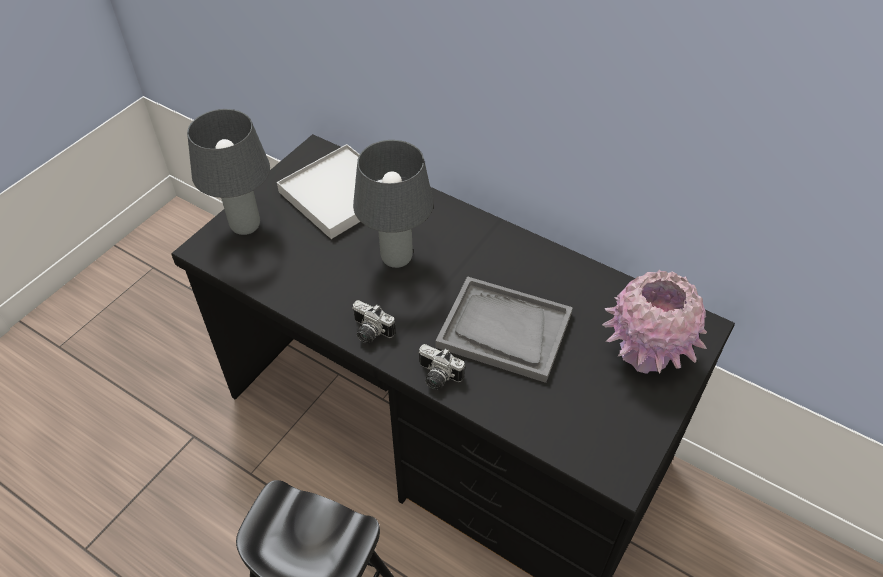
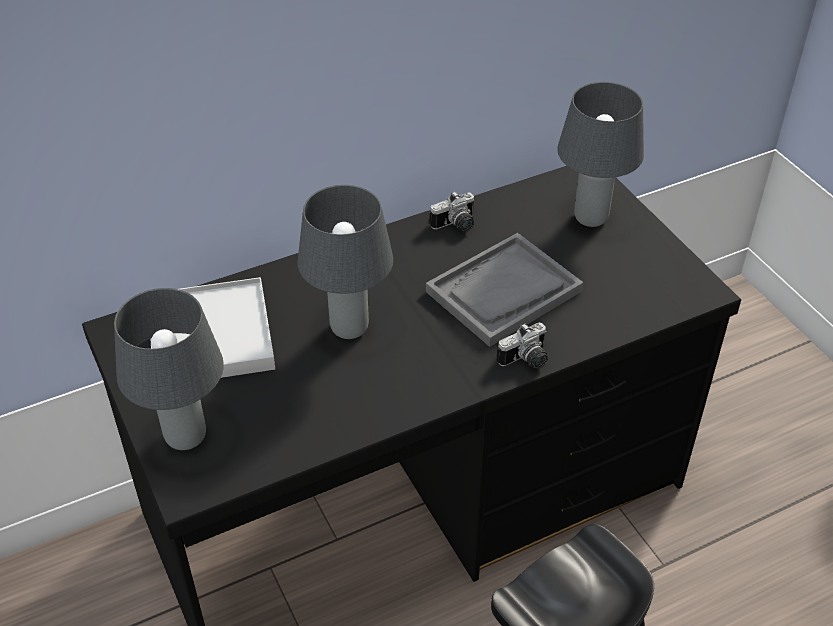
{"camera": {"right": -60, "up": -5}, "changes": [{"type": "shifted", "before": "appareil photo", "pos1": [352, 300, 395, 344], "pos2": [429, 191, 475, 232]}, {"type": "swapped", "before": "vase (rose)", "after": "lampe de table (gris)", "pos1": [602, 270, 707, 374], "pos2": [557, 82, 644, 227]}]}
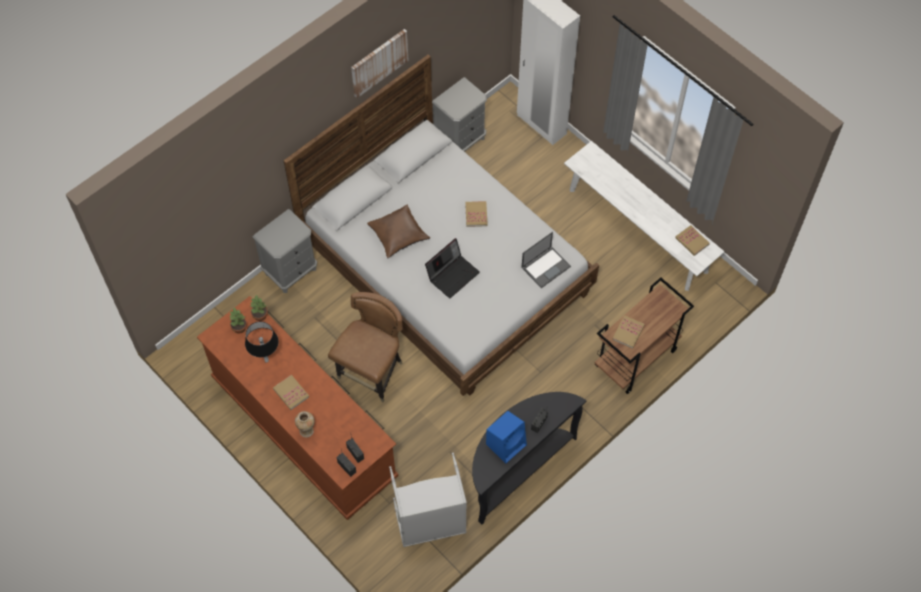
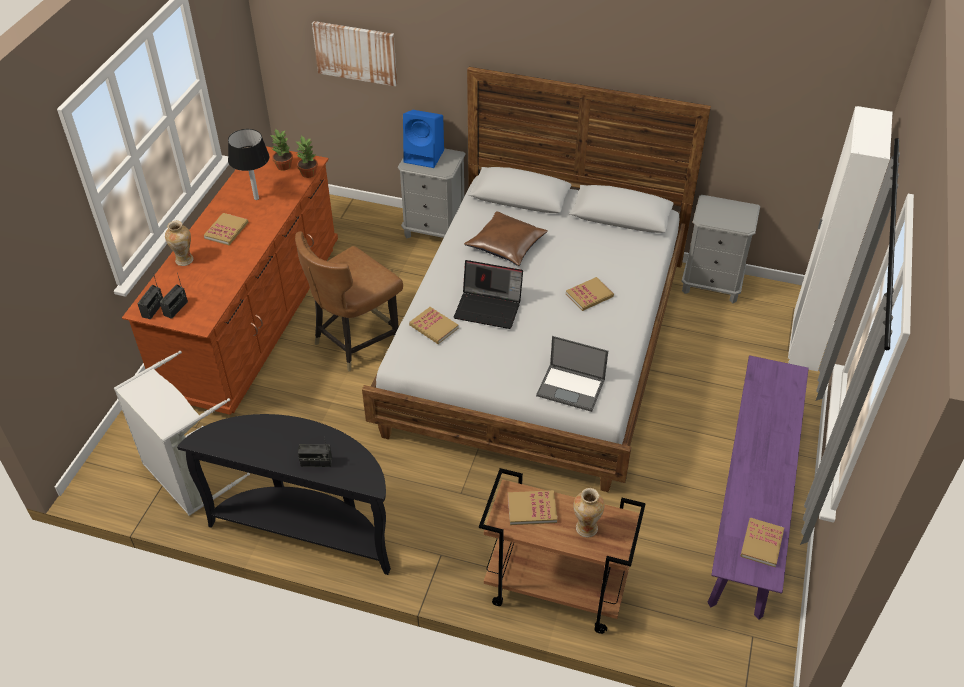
{"camera": {"right": 60, "up": -15}, "changes": [{"type": "rotated", "before": "chaise (marron)", "pos1": [328, 292, 403, 402], "pos2": [295, 231, 403, 371], "turn": 135}, {"type": "shifted", "before": "tableau", "pos1": [351, 29, 409, 98], "pos2": [312, 21, 397, 86]}, {"type": "shifted", "before": "enceinte (bleu)", "pos1": [486, 411, 527, 464], "pos2": [403, 110, 444, 168]}, {"type": "repainted", "before": "banc (blanc)", "after": "banc (violet)", "pos1": [564, 141, 725, 291], "pos2": [708, 355, 809, 620]}, {"type": "new", "after": "livre", "pos2": [409, 307, 459, 344]}, {"type": "new", "after": "vase", "pos2": [573, 488, 604, 537]}]}
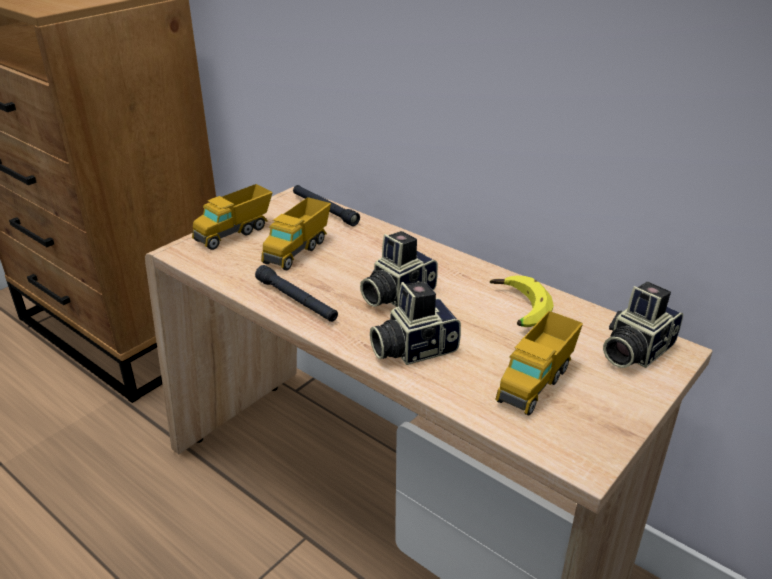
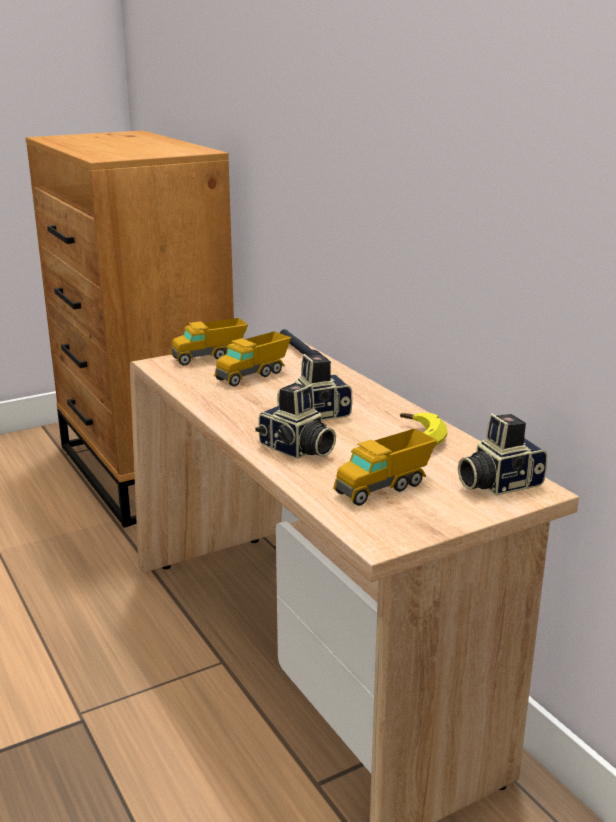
{"camera": {"right": 20, "up": -10}, "changes": [{"type": "gone", "before": "lampe de poche (noir)", "pos1": [255, 265, 338, 322]}, {"type": "rotated", "before": "appareil photo", "pos1": [370, 281, 461, 365], "pos2": [255, 383, 336, 459], "turn": -135}]}
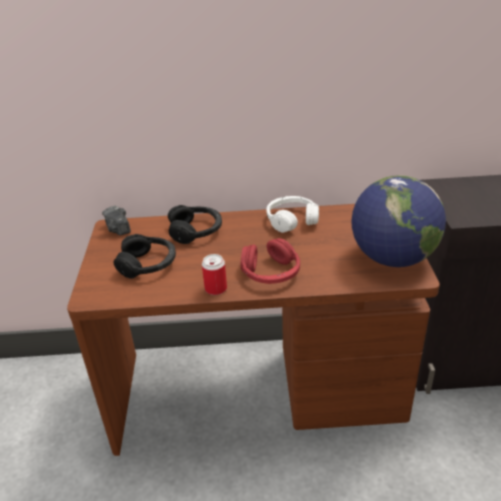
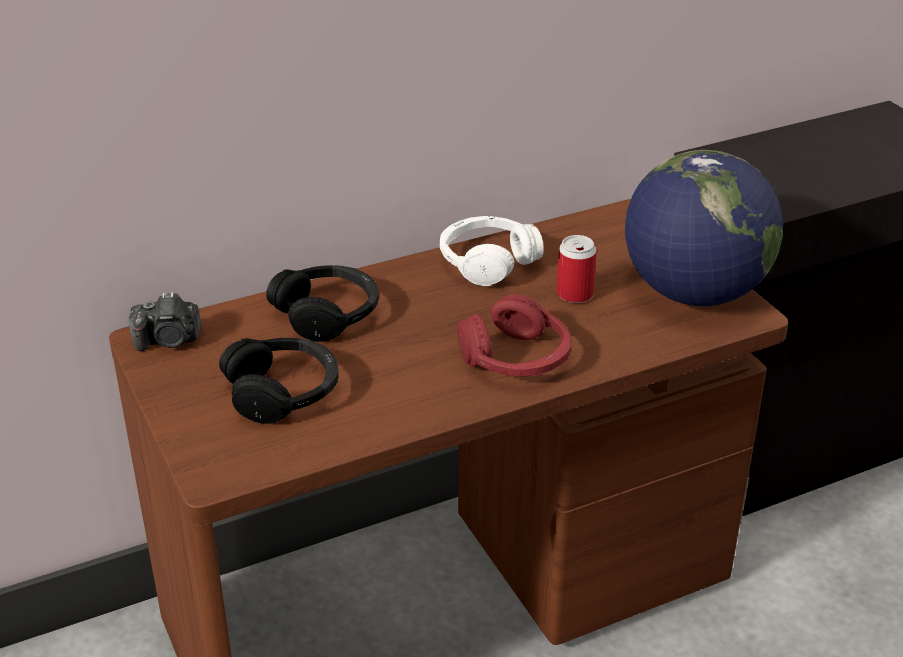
{"camera": {"right": -25, "up": 0}, "changes": [{"type": "rotated", "before": "appareil photo", "pos1": [102, 206, 131, 235], "pos2": [129, 292, 201, 351], "turn": -45}, {"type": "shifted", "before": "boîte métallique", "pos1": [202, 254, 227, 295], "pos2": [557, 235, 597, 303]}]}
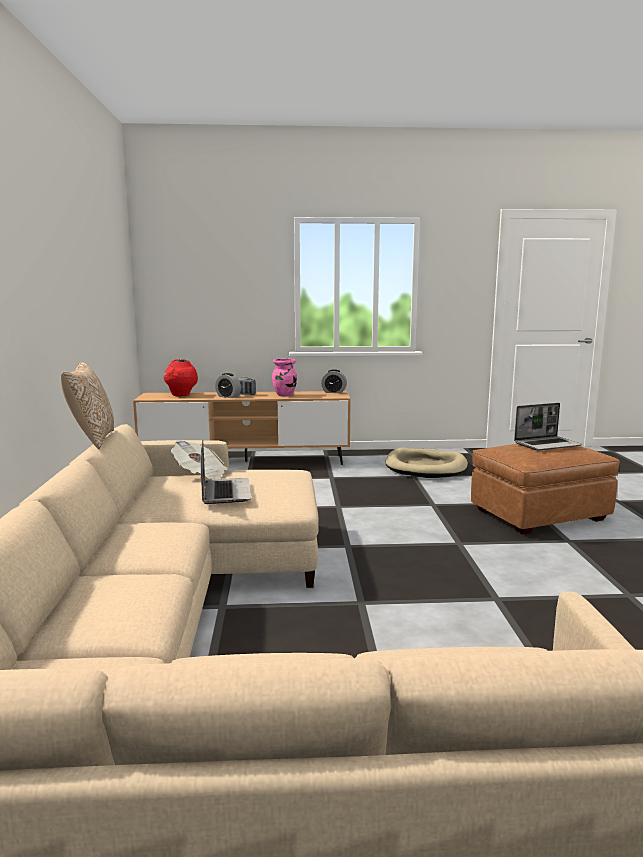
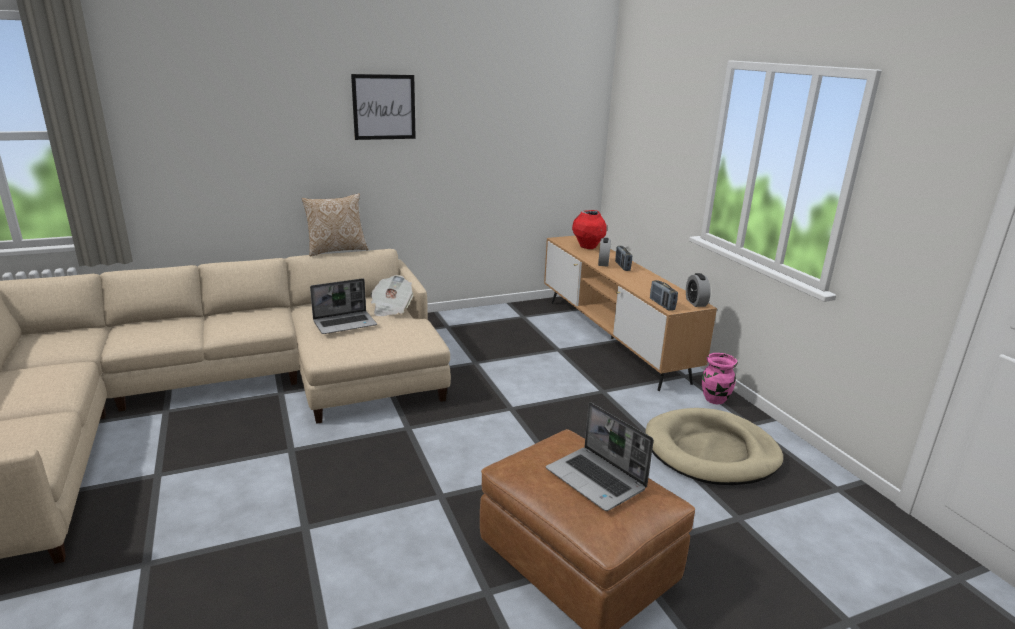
{"camera": {"right": 70, "up": 10}, "changes": [{"type": "shifted", "before": "vase (rose)", "pos1": [272, 359, 297, 396], "pos2": [702, 353, 738, 404]}, {"type": "new", "after": "tableau", "pos2": [351, 74, 416, 140]}, {"type": "new", "after": "radio", "pos2": [650, 280, 678, 311]}]}
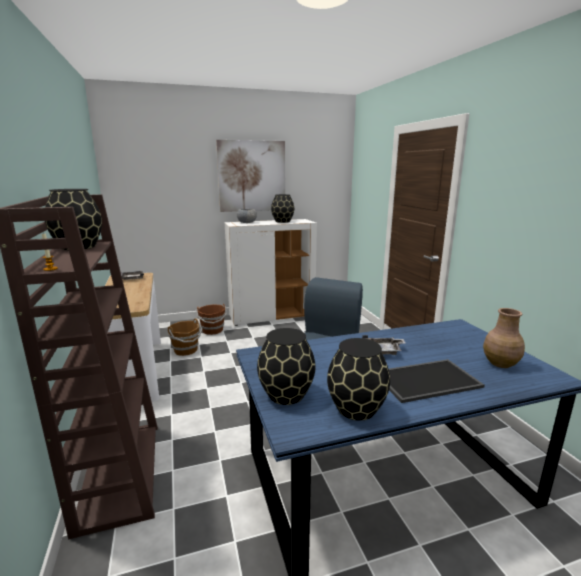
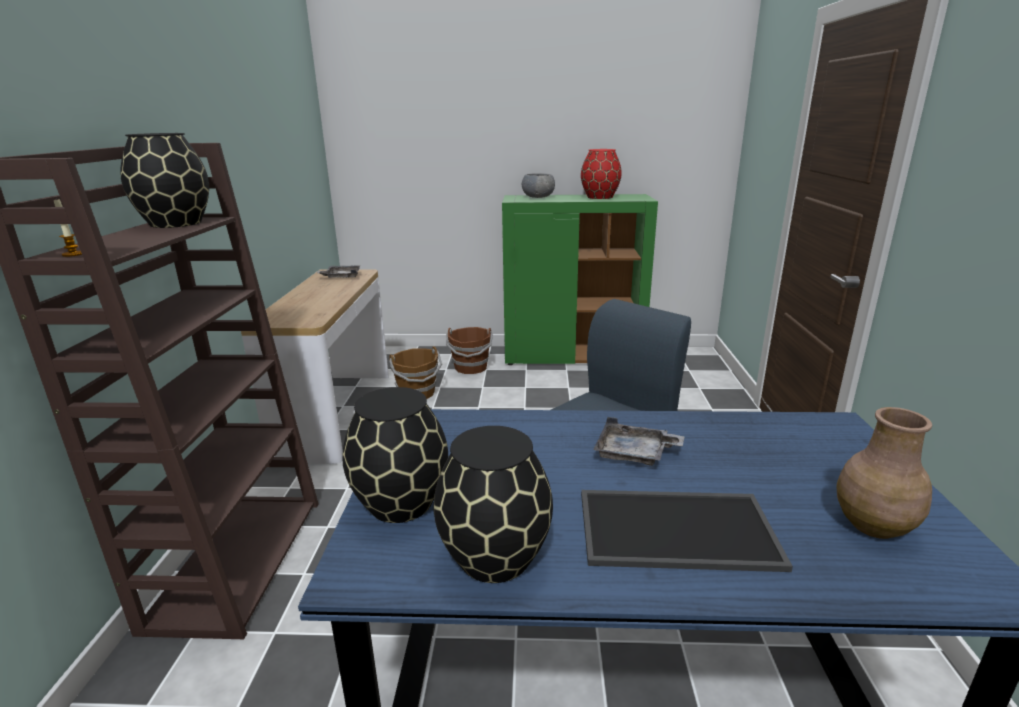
{"camera": {"right": 20, "up": 5}, "changes": [{"type": "gone", "before": "tableau", "pos1": [216, 140, 285, 212]}, {"type": "repainted", "before": "meuble de rangement (blanc)", "after": "meuble de rangement (vert)", "pos1": [225, 219, 317, 326], "pos2": [502, 194, 658, 365]}, {"type": "repainted", "before": "vase (noir)", "after": "vase (rouge)", "pos1": [271, 194, 294, 223], "pos2": [581, 149, 622, 199]}]}
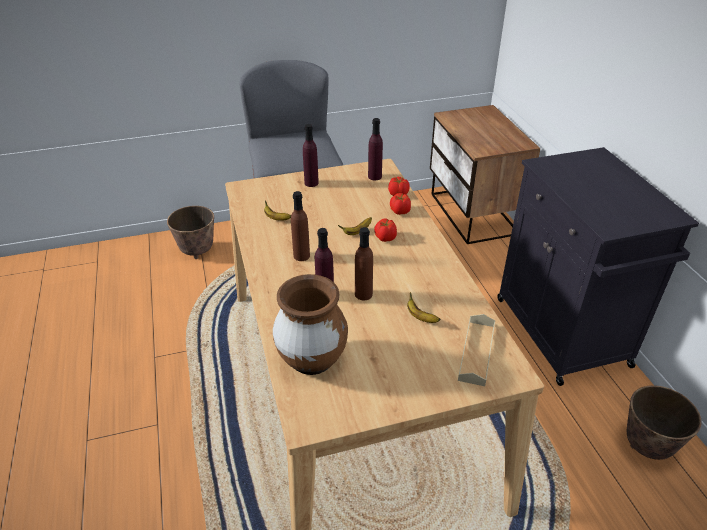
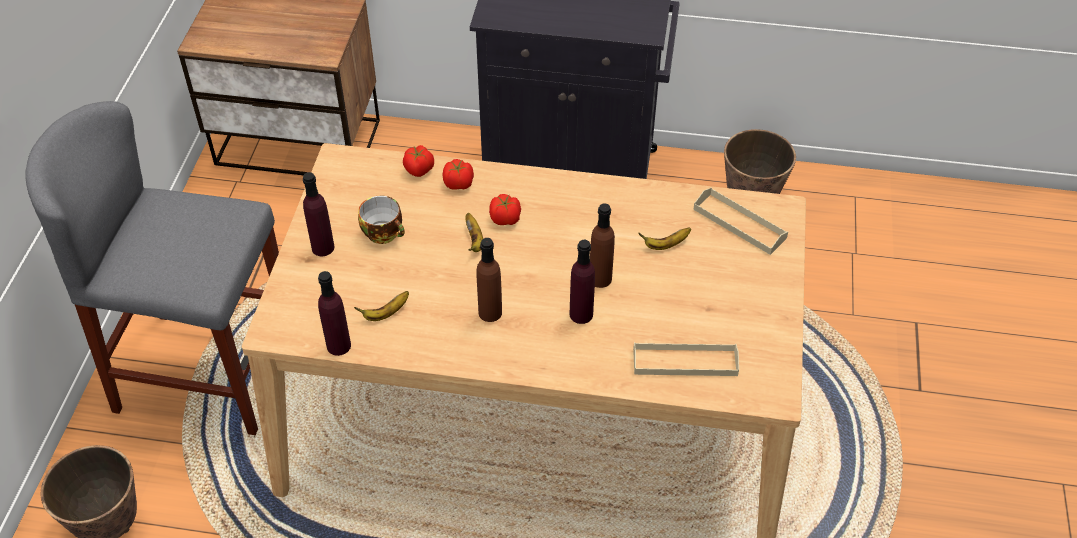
{"camera": {"right": -65, "up": 10}, "changes": [{"type": "swapped", "before": "vase (marron)", "after": "plateau (beige)", "pos1": [273, 274, 348, 375], "pos2": [633, 342, 739, 376]}, {"type": "shifted", "before": "bouteille (violet)", "pos1": [368, 118, 383, 180], "pos2": [318, 271, 351, 356]}, {"type": "new", "after": "tasse", "pos2": [358, 196, 405, 244]}]}
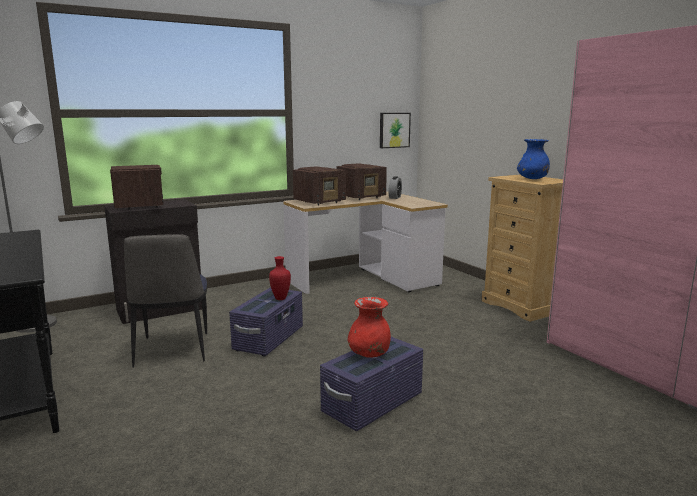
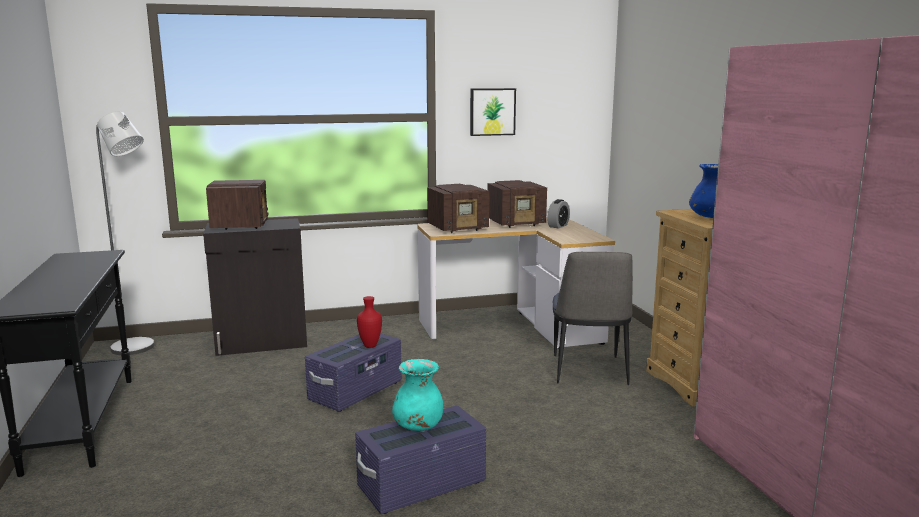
{"camera": {"right": 15, "up": 0}, "changes": [{"type": "shifted", "before": "chaise", "pos1": [124, 234, 207, 368], "pos2": [553, 252, 633, 385]}, {"type": "repainted", "before": "vase (rouge)", "after": "vase (turquoise)", "pos1": [348, 297, 391, 357], "pos2": [392, 359, 443, 431]}, {"type": "shifted", "before": "tableau", "pos1": [380, 113, 411, 148], "pos2": [470, 88, 516, 136]}]}
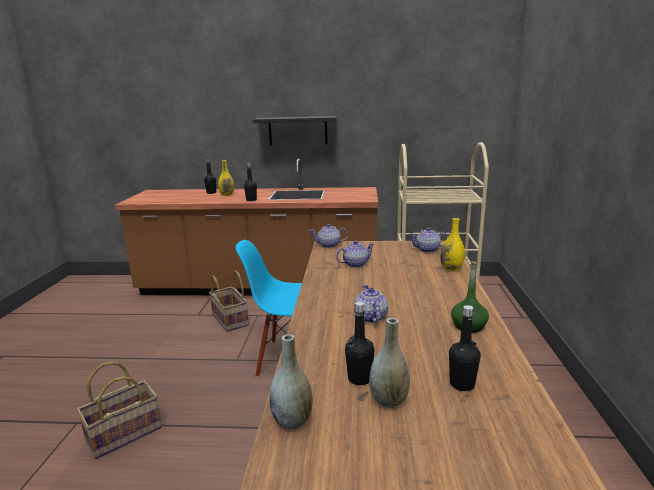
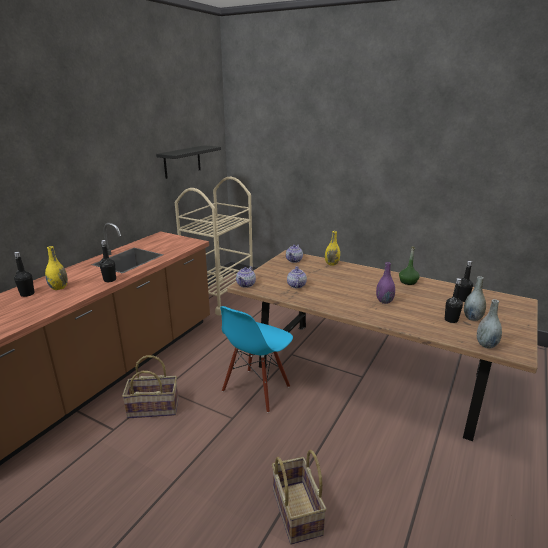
{"camera": {"right": -65, "up": 5}, "changes": [{"type": "shifted", "before": "étagère (noir)", "pos1": [253, 116, 337, 145], "pos2": [156, 145, 221, 179]}, {"type": "swapped", "before": "théière", "after": "vase (violet)", "pos1": [354, 284, 388, 323], "pos2": [376, 262, 395, 304]}]}
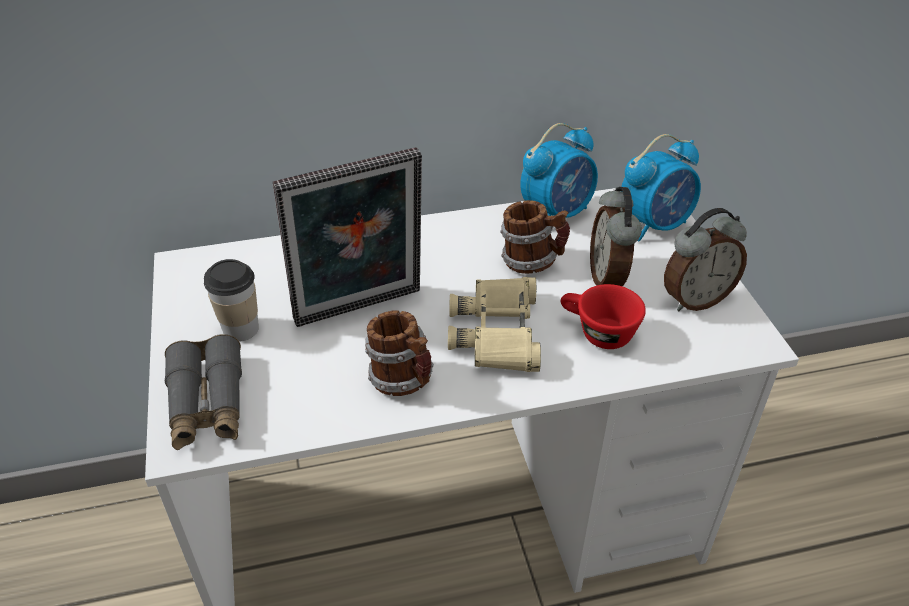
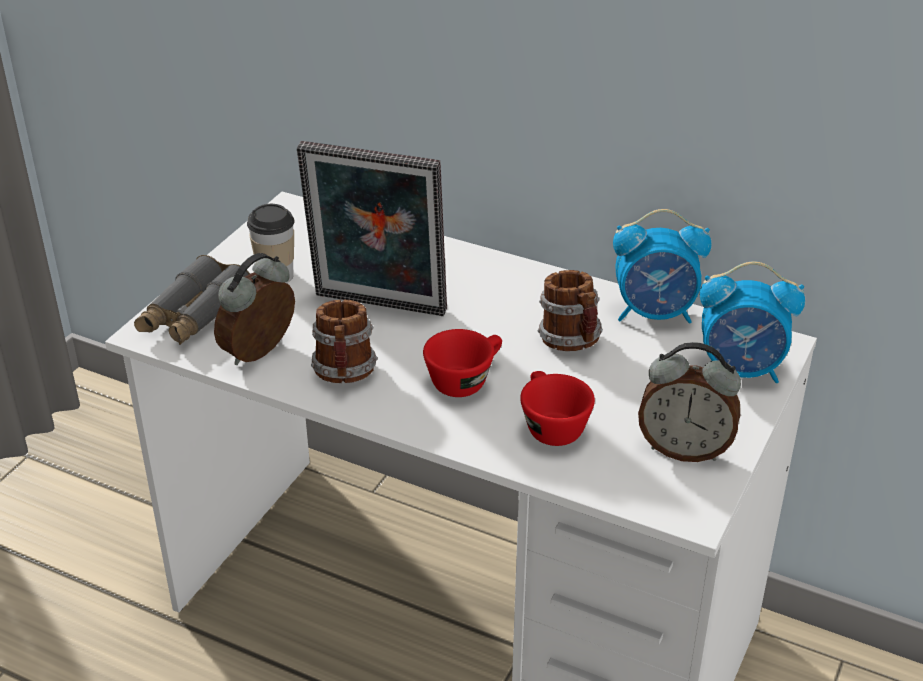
{"camera": {"right": 40, "up": -5}, "changes": [{"type": "swapped", "before": "jumelles (beige)", "after": "tasse (rouge)", "pos1": [448, 277, 541, 372], "pos2": [423, 329, 502, 397]}, {"type": "shifted", "before": "réveil", "pos1": [590, 187, 642, 287], "pos2": [214, 253, 295, 365]}]}
